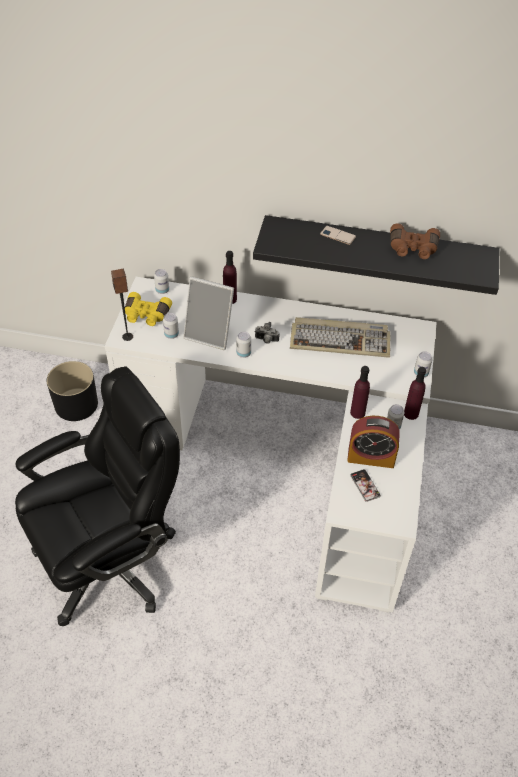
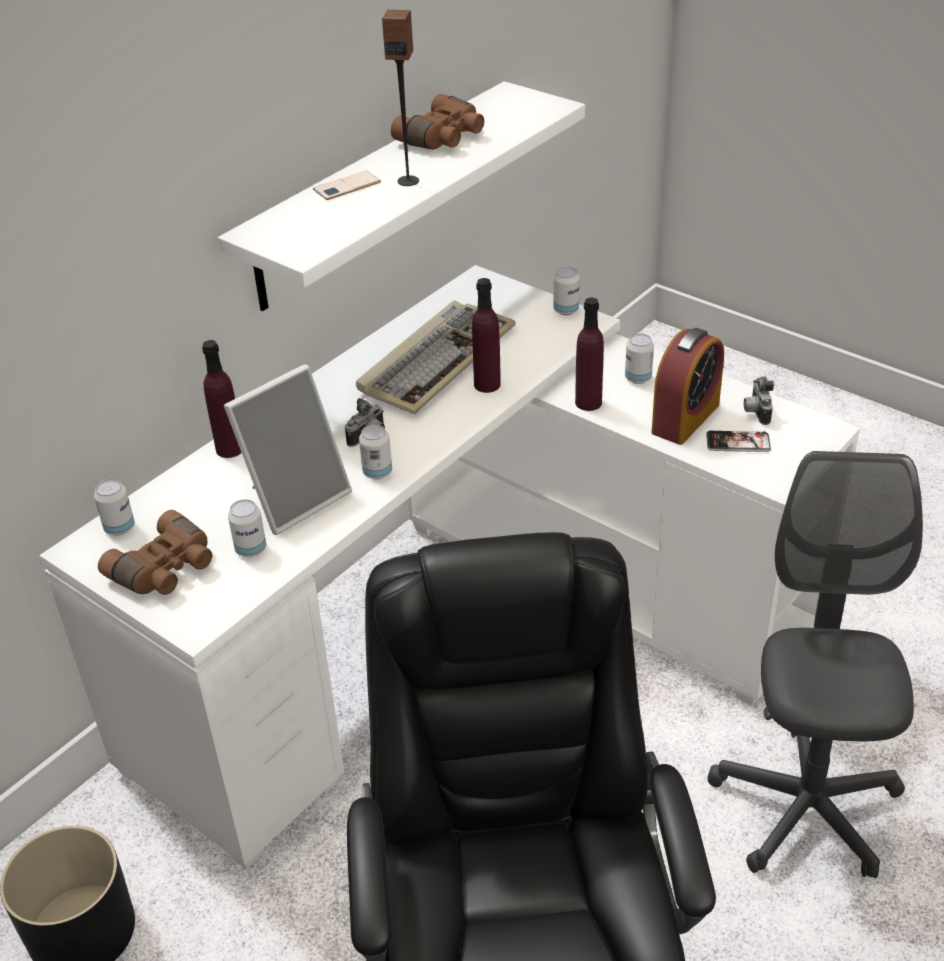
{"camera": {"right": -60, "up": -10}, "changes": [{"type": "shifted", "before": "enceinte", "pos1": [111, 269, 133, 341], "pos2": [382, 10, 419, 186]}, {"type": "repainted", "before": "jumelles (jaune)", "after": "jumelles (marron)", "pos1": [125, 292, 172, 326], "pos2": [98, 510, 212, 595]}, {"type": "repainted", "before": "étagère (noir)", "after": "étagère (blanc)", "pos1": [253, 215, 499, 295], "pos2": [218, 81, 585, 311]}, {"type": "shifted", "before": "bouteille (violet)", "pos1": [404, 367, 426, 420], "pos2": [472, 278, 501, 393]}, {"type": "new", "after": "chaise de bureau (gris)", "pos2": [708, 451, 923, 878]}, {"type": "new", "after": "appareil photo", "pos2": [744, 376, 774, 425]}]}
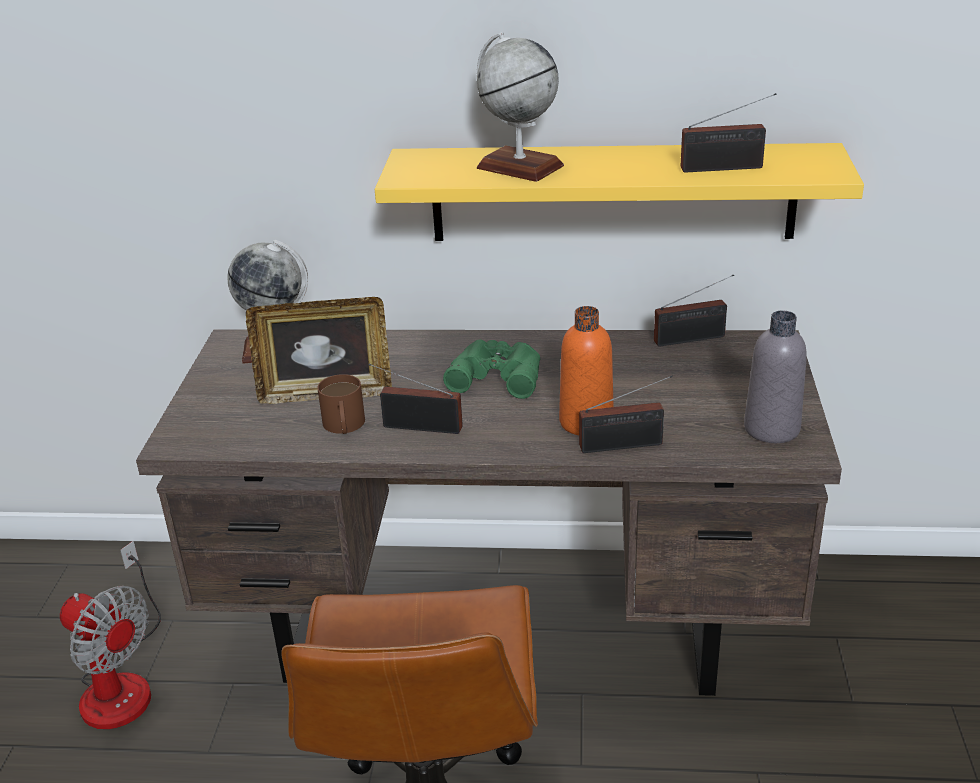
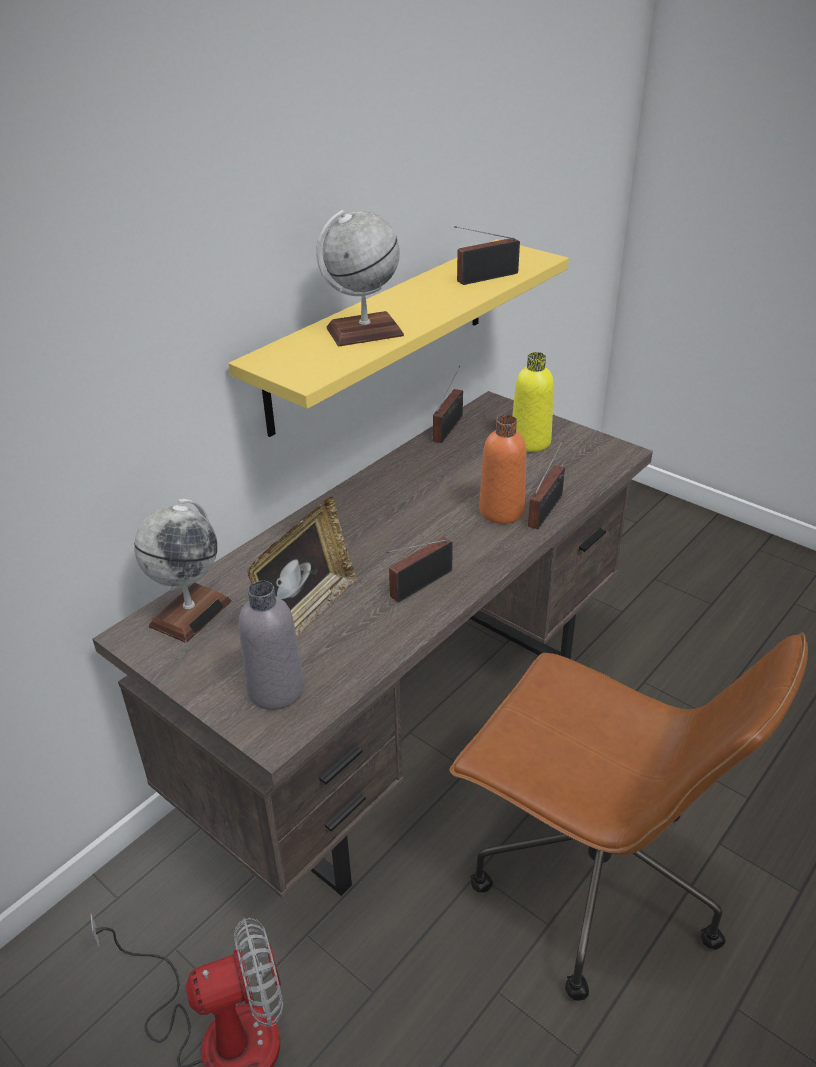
{"camera": {"right": -55, "up": 5}, "changes": [{"type": "gone", "before": "mug (marron)", "pos1": [317, 374, 365, 434]}, {"type": "gone", "before": "jumelles (vert)", "pos1": [443, 339, 540, 399]}, {"type": "rotated", "before": "radio", "pos1": [681, 93, 776, 173], "pos2": [454, 226, 520, 285], "turn": -150}, {"type": "shifted", "before": "bouteille (gris)", "pos1": [744, 311, 807, 443], "pos2": [239, 580, 304, 710]}, {"type": "new", "after": "bouteille (jaune)", "pos2": [512, 352, 554, 452]}]}
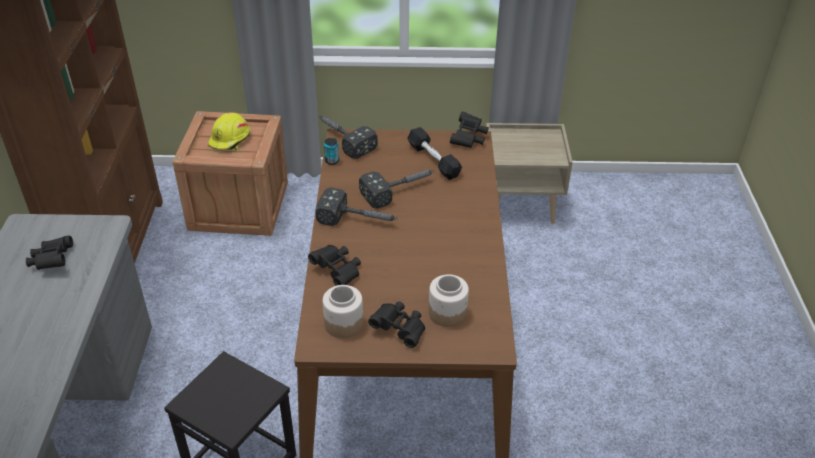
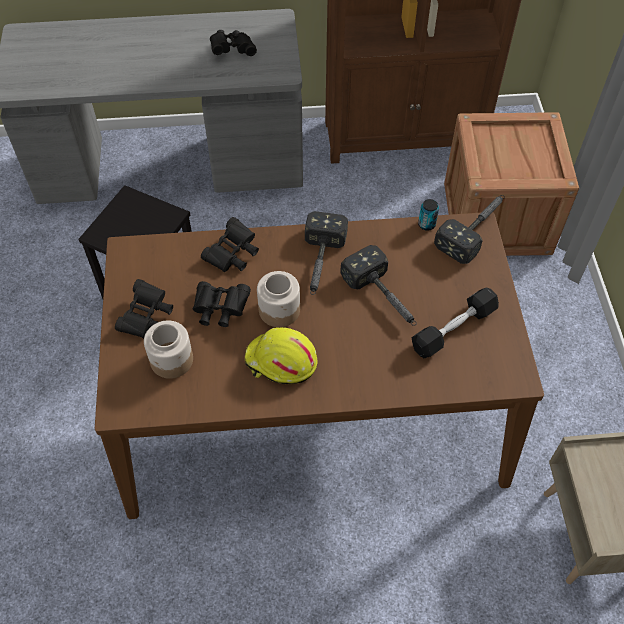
{"camera": {"right": 85, "up": 15}, "changes": [{"type": "shifted", "before": "casque de chantier (jaune)", "pos1": [208, 112, 250, 150], "pos2": [245, 327, 317, 384]}, {"type": "shifted", "before": "bocal", "pos1": [323, 285, 363, 338], "pos2": [257, 271, 300, 327]}, {"type": "shifted", "before": "jumelles (noir)", "pos1": [450, 112, 489, 148], "pos2": [193, 281, 251, 327]}]}
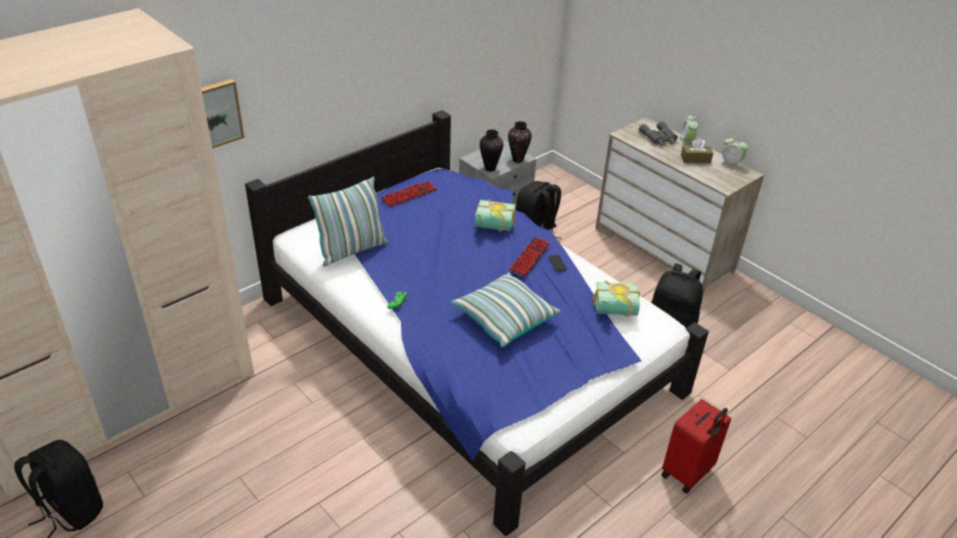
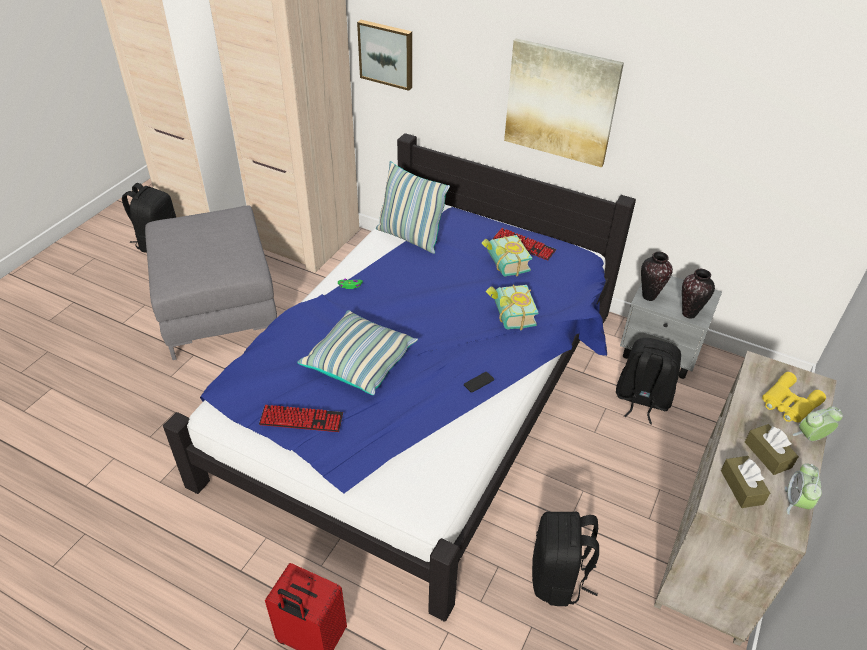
{"camera": {"right": 70, "up": 5}, "changes": [{"type": "shifted", "before": "clavier", "pos1": [509, 237, 550, 277], "pos2": [259, 405, 343, 432]}, {"type": "shifted", "before": "livre", "pos1": [593, 281, 640, 317], "pos2": [481, 235, 532, 276]}, {"type": "repainted", "before": "jumelles (gris)", "after": "jumelles (jaune)", "pos1": [639, 121, 678, 146], "pos2": [762, 372, 826, 423]}, {"type": "new", "after": "pouf (gris)", "pos2": [145, 205, 277, 360]}, {"type": "new", "after": "tableau", "pos2": [504, 38, 624, 168]}, {"type": "new", "after": "boîte à mouchoirs (marron)", "pos2": [721, 456, 770, 508]}]}
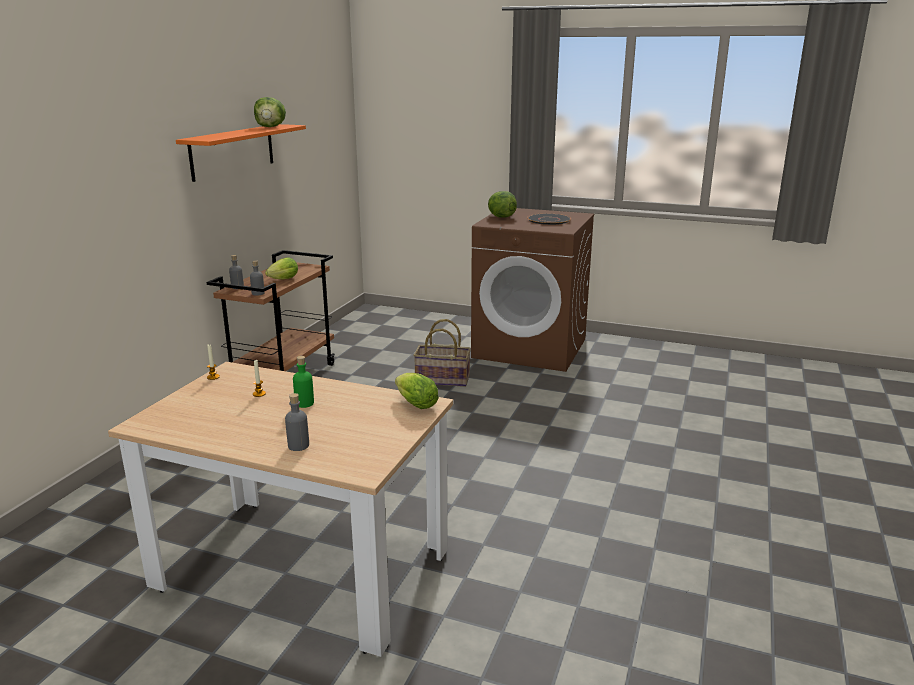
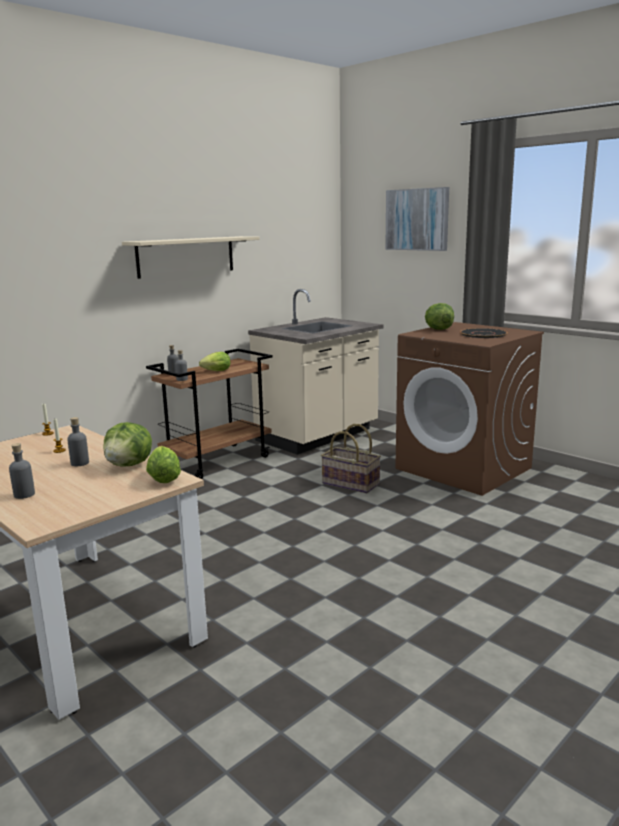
{"camera": {"right": 25, "up": -5}, "changes": [{"type": "repainted", "before": "étagère (orange)", "after": "étagère (beige)", "pos1": [176, 124, 306, 182], "pos2": [122, 236, 260, 279]}, {"type": "shifted", "before": "laitue", "pos1": [254, 97, 286, 127], "pos2": [104, 422, 152, 467]}, {"type": "repainted", "before": "bouteille (vert)", "after": "bouteille (gris)", "pos1": [293, 356, 314, 408], "pos2": [67, 417, 89, 466]}, {"type": "new", "after": "comptoir de cuisine (beige)", "pos2": [248, 289, 383, 455]}, {"type": "new", "after": "tableau", "pos2": [385, 187, 449, 251]}]}
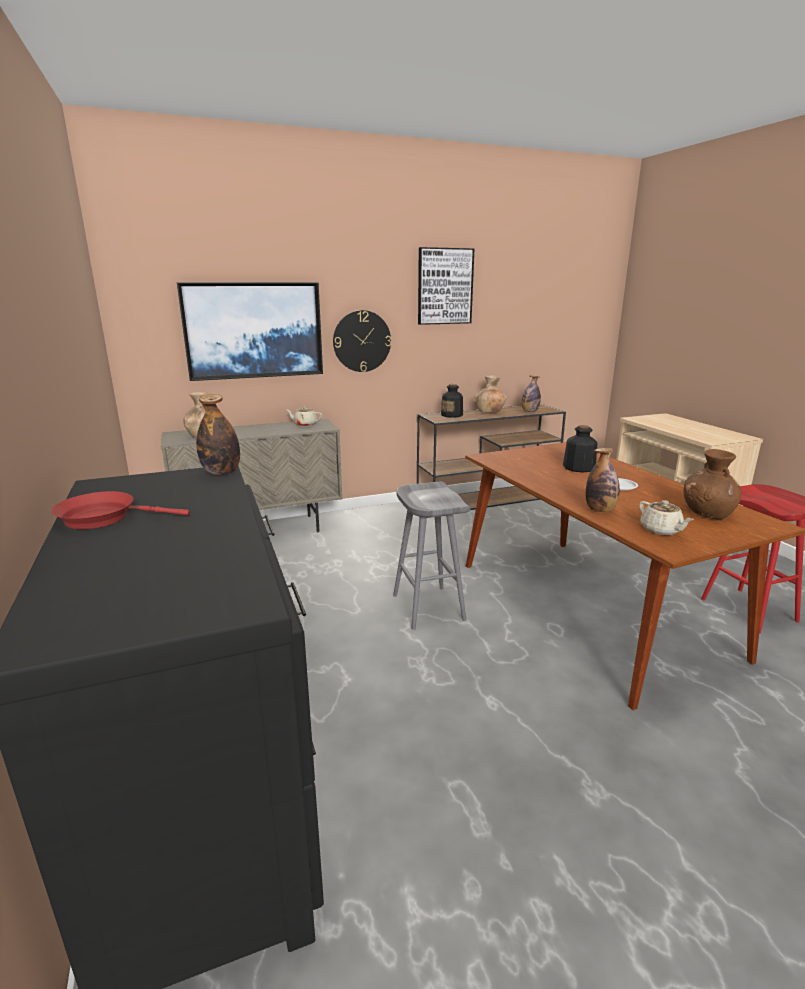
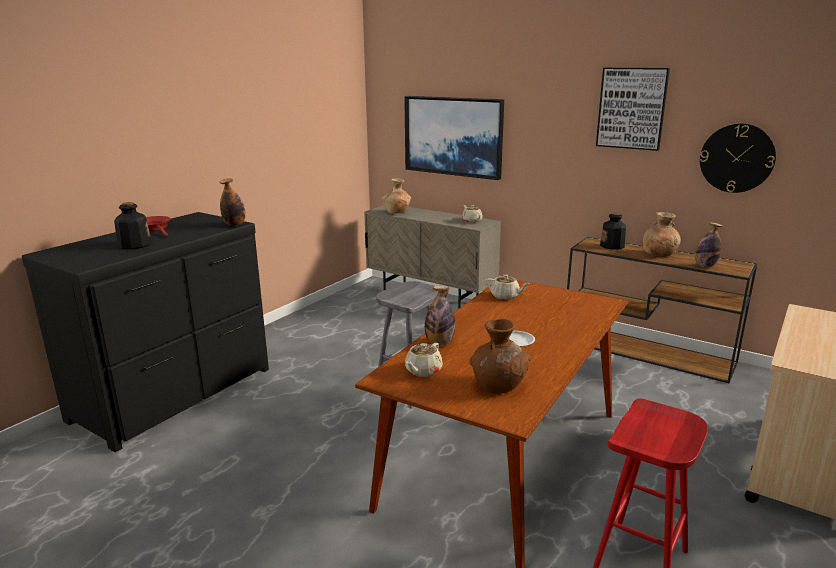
{"camera": {"right": 55, "up": 0}, "changes": [{"type": "shifted", "before": "horloge murale", "pos1": [333, 310, 391, 372], "pos2": [700, 124, 776, 193]}, {"type": "shifted", "before": "bouteille", "pos1": [563, 425, 597, 473], "pos2": [114, 202, 151, 249]}, {"type": "new", "after": "théière (beige)", "pos2": [485, 274, 530, 300]}]}
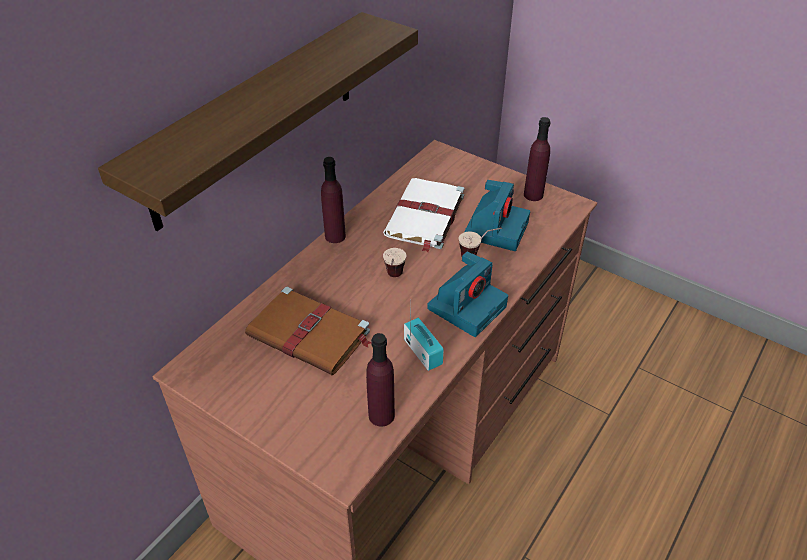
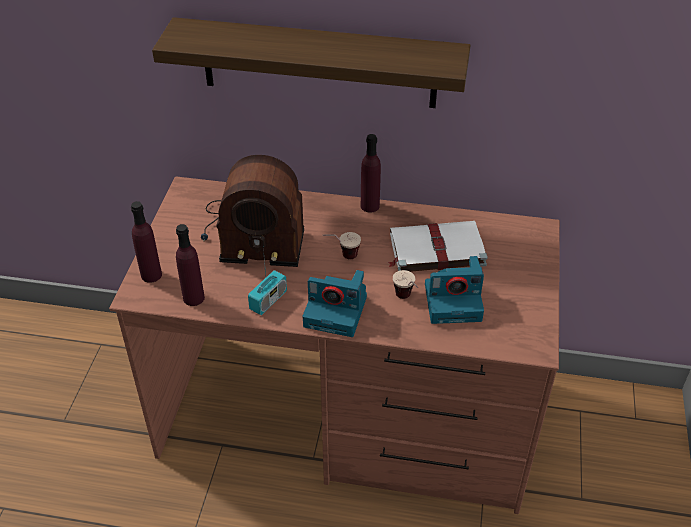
{"camera": {"right": 65, "up": 0}, "changes": [{"type": "swapped", "before": "livre (marron)", "after": "radio", "pos1": [245, 287, 371, 376], "pos2": [201, 155, 304, 267]}, {"type": "shifted", "before": "bouteille (violet)", "pos1": [524, 117, 551, 201], "pos2": [131, 201, 162, 283]}]}
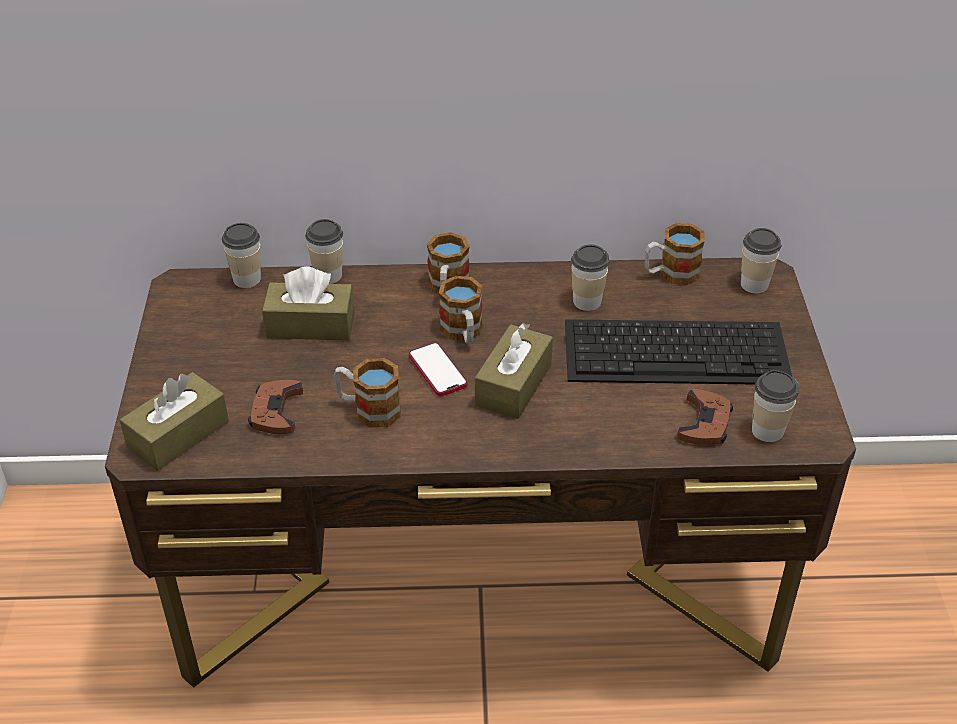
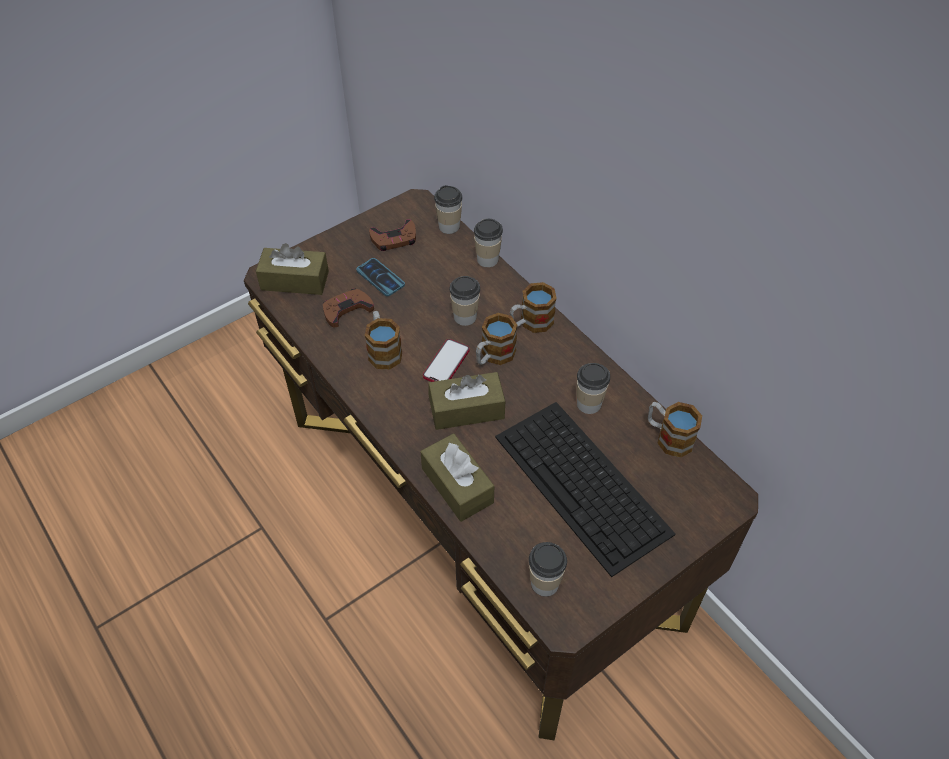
{"camera": {"right": 55, "up": 10}, "changes": [{"type": "shifted", "before": "boîte à mouchoirs (marron)", "pos1": [262, 266, 355, 340], "pos2": [421, 434, 494, 522]}, {"type": "shifted", "before": "manette (marron)", "pos1": [678, 389, 733, 445], "pos2": [369, 219, 416, 251]}, {"type": "shifted", "before": "tasse", "pos1": [741, 228, 781, 293], "pos2": [449, 276, 480, 326]}, {"type": "new", "after": "téléphone", "pos2": [356, 258, 405, 296]}]}
